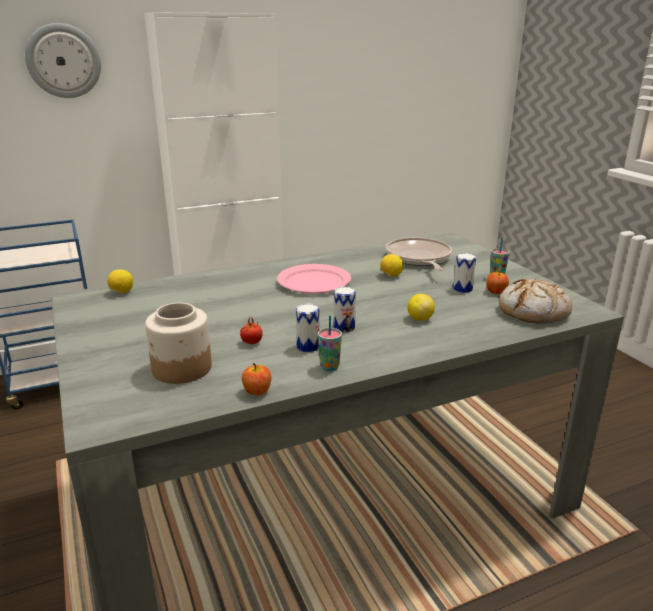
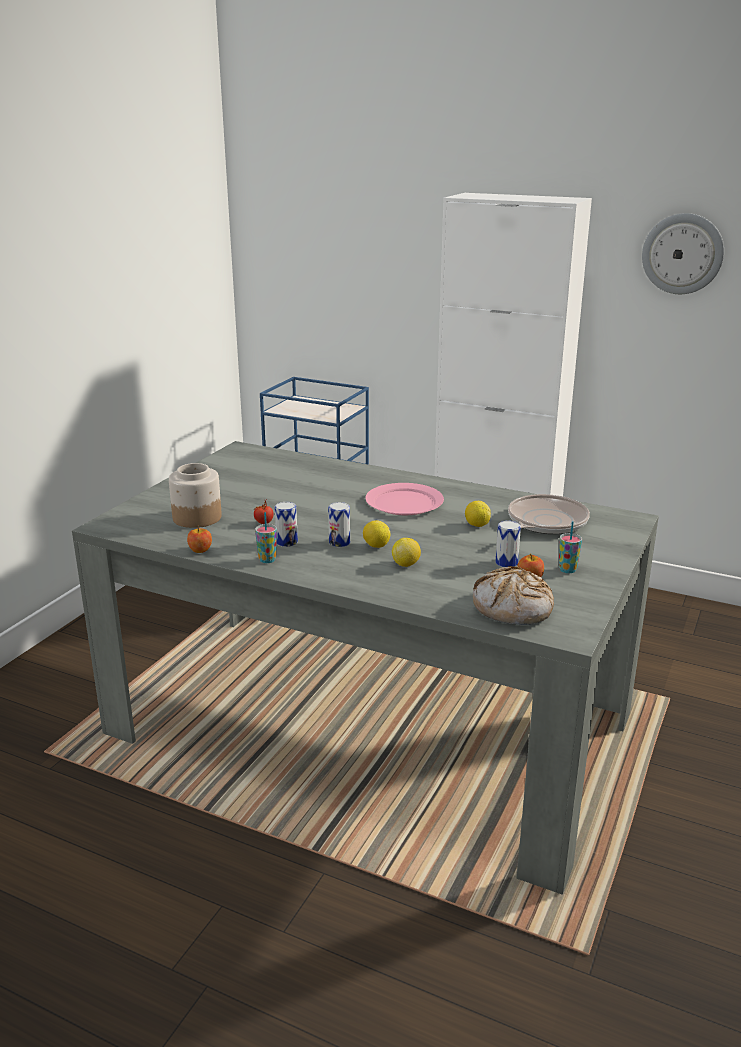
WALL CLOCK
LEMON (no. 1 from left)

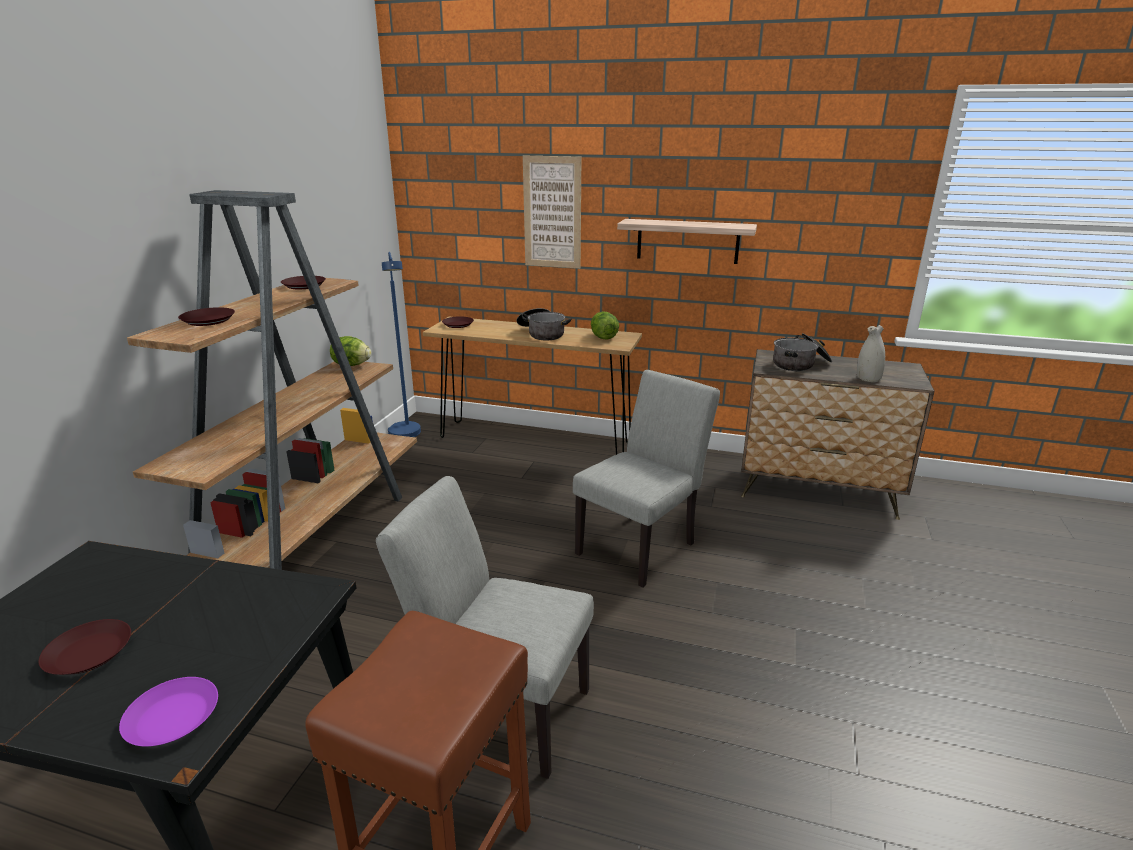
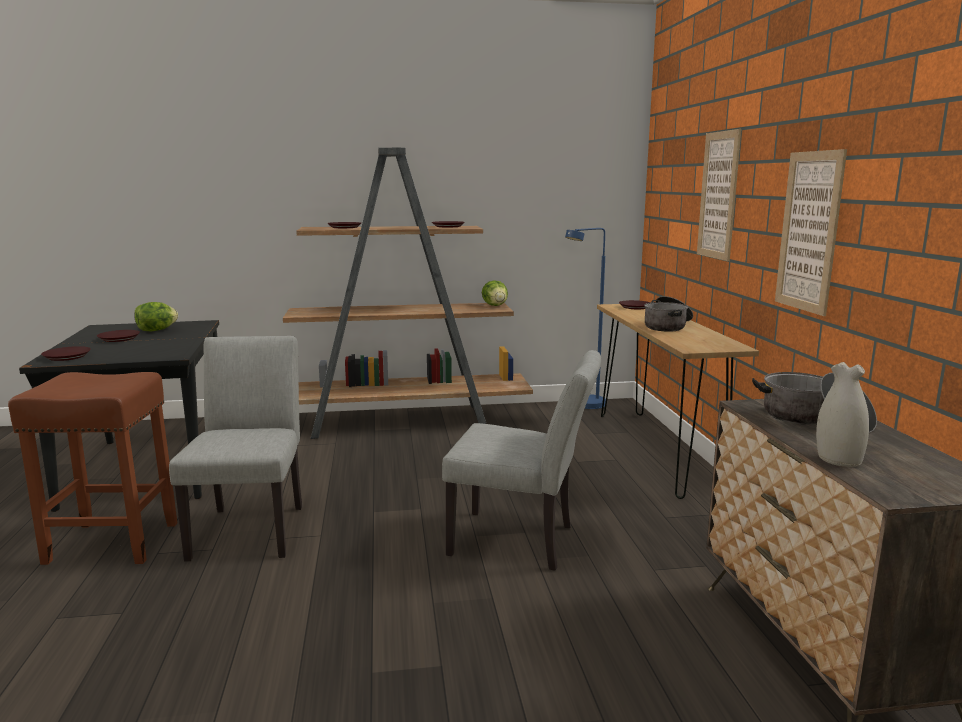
PICTURE (no. 2 from left)
LETTUCE (no. 1 from left)
BROWN PLATE (no. 1 from left)

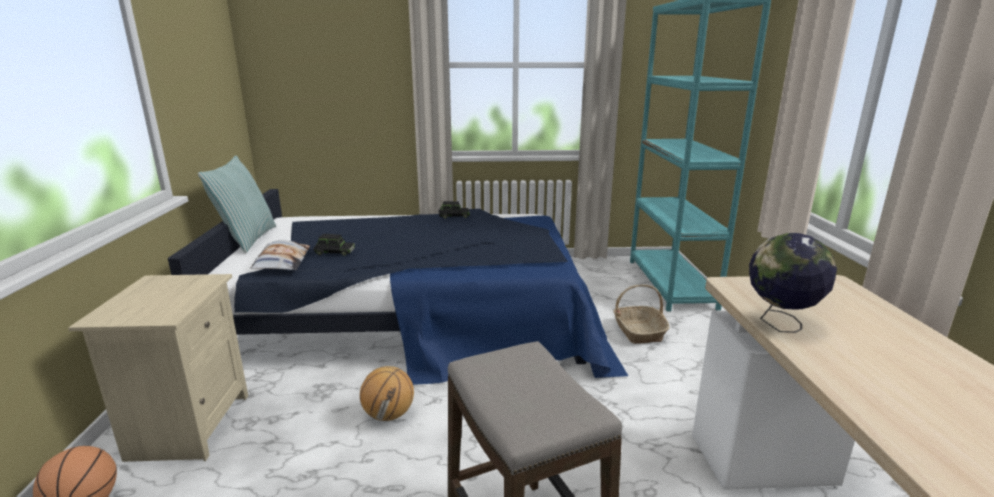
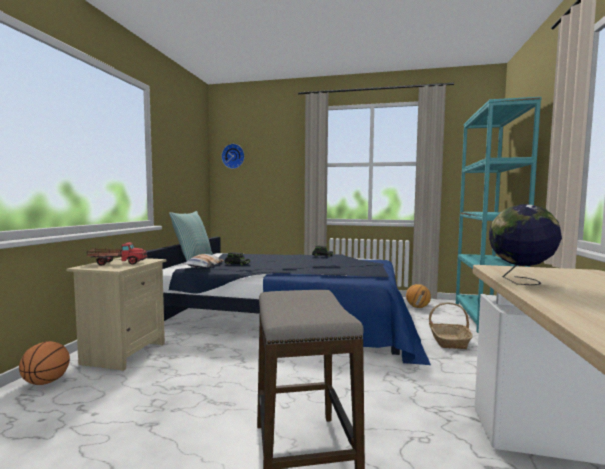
BASKETBALL (no. 2 from left)
WALL CLOCK
TOY TRUCK

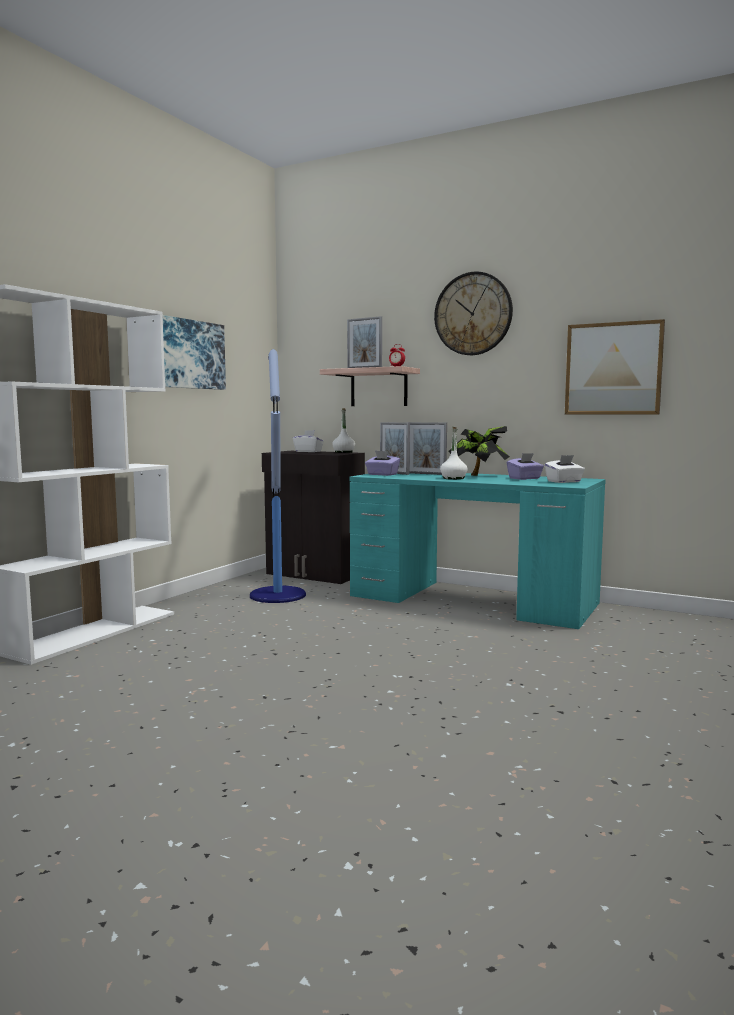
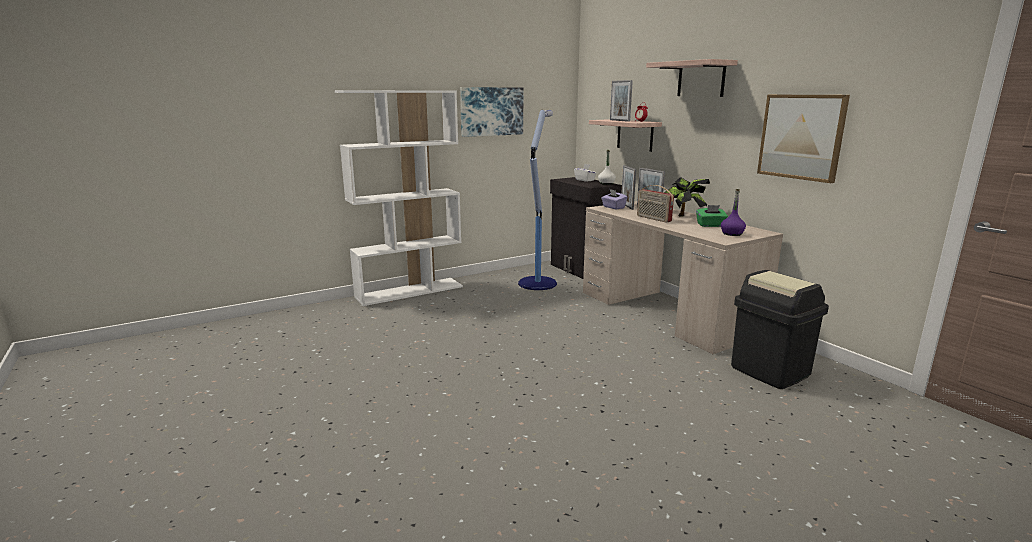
SHELF (no. 2 from left)
RADIO
GREEN TISSUE BOX
PURPLE BOTTLE
BEIGE DESK
BLACK TRASH CAN

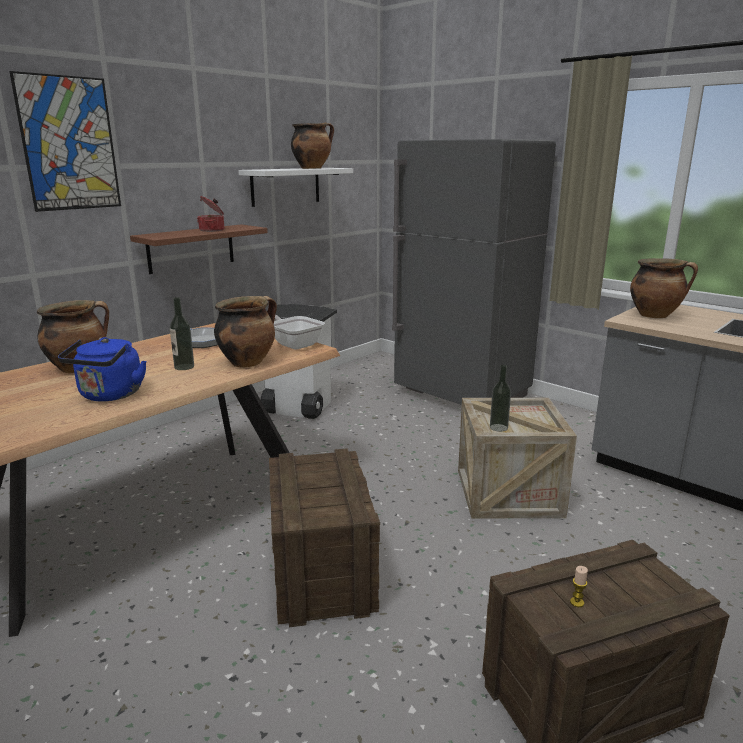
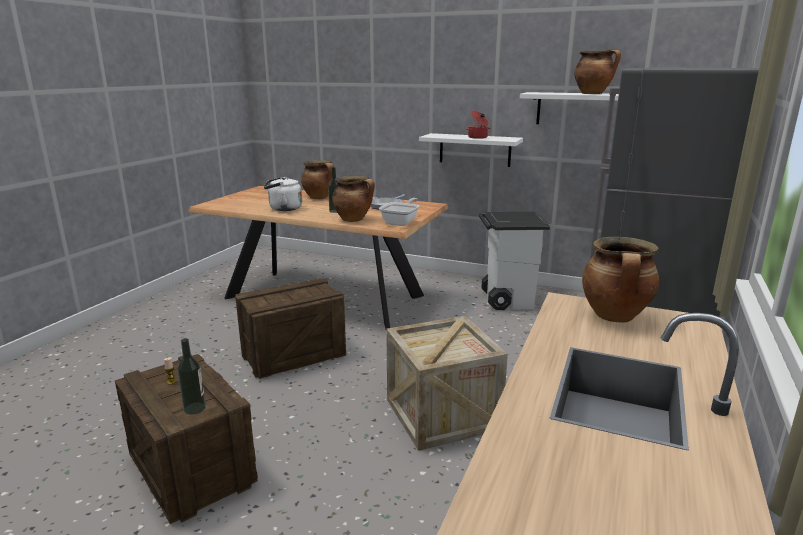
PICTURE
WHITE SHELF (no. 1 from left)
WHITE KETTLE
BOTTLE (no. 1 from left)

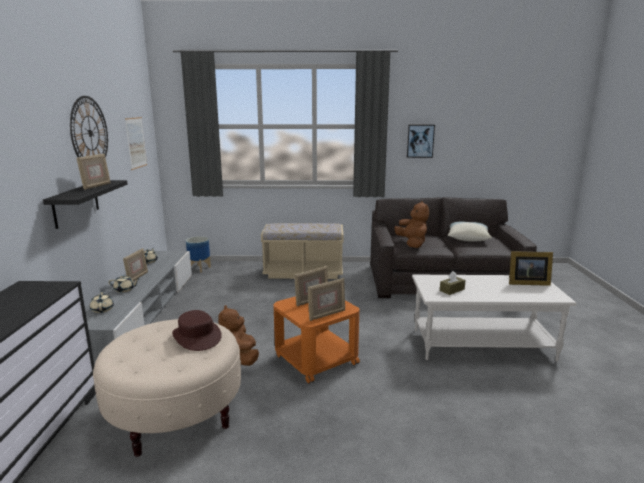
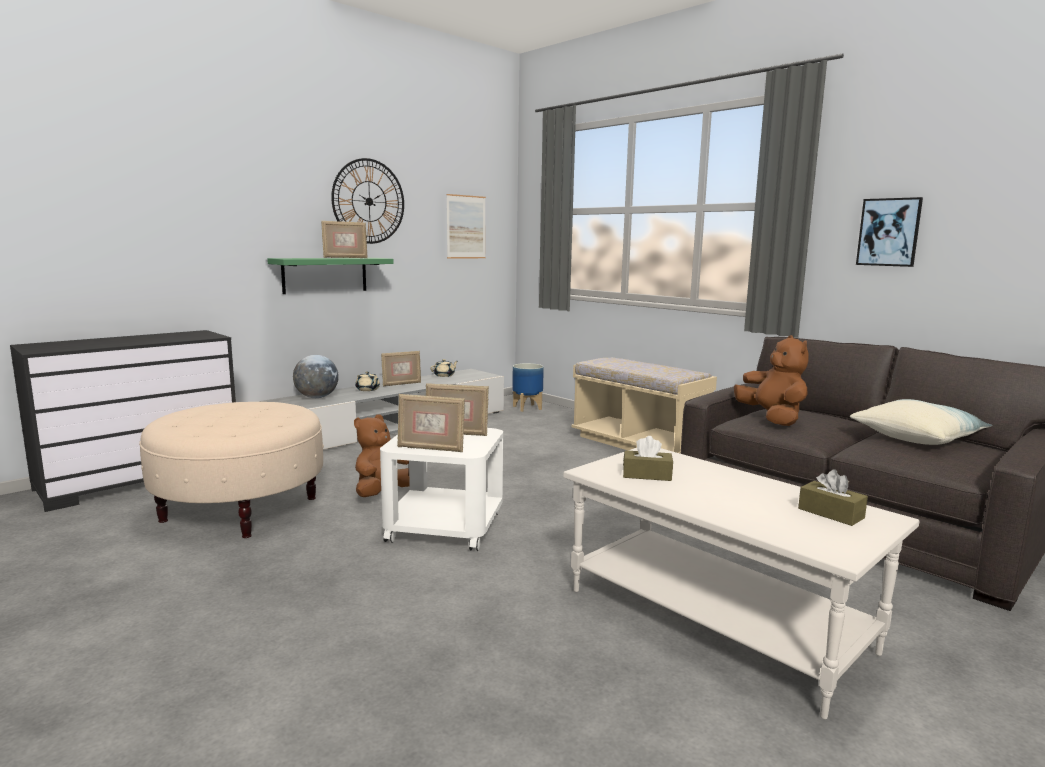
GREEN SHELF
BROWN PLUSH TOY (no. 2 from left)
BROWN TISSUE BOX (no. 2 from left)
GLOBE
WHITE SIDE TABLE
BROWN HAT

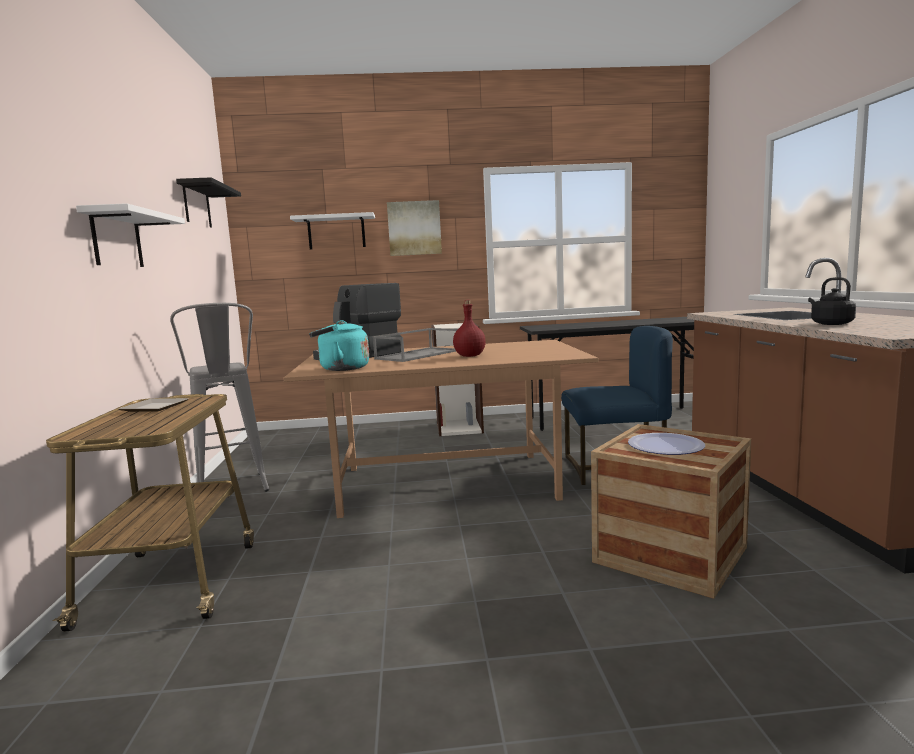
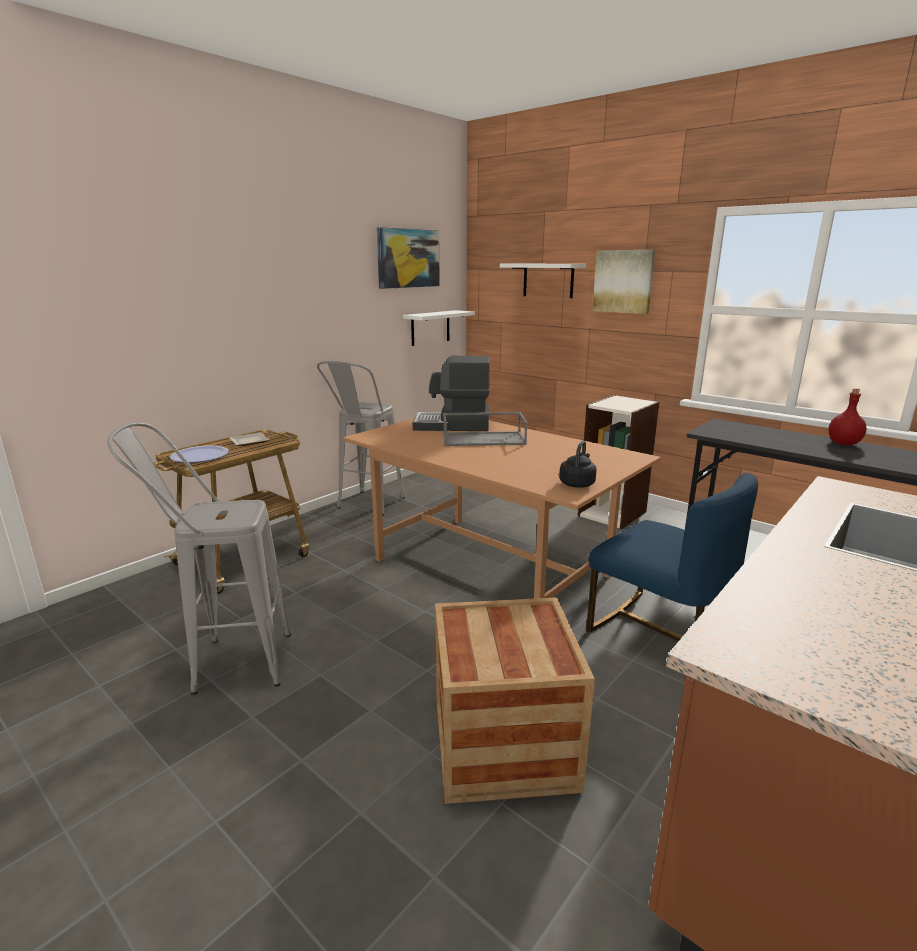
PICTURE (no. 1 from left)
WHITE SHELF (no. 1 from left)
BLACK KETTLE
RED BOTTLE
TURQUOISE KETTLE
PLATE (no. 1 from left)
GREY STOOL (no. 1 from left)

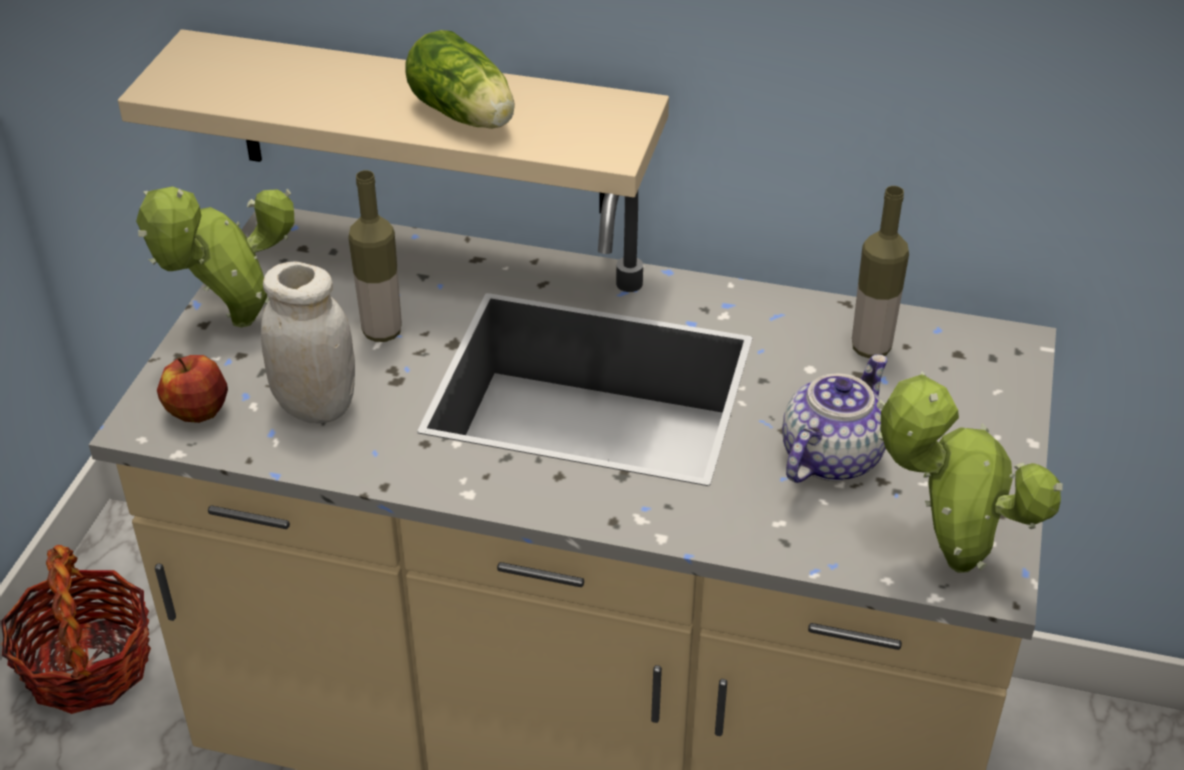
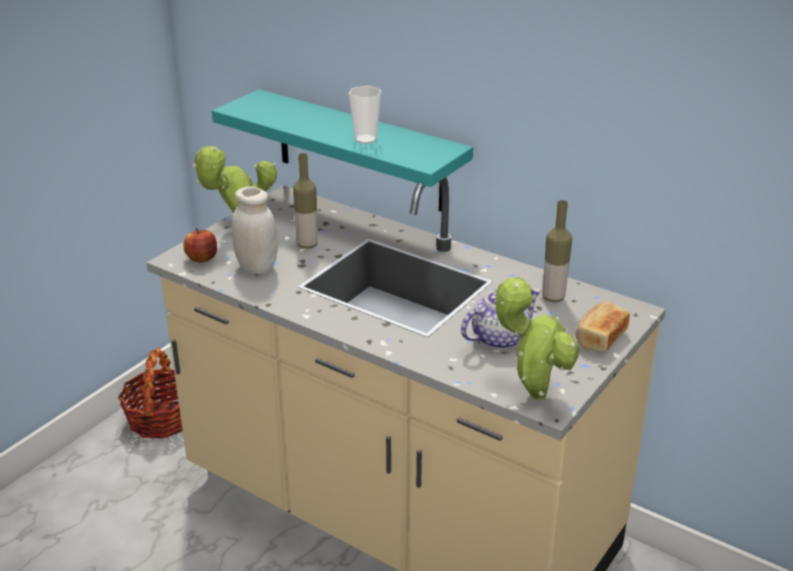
TURQUOISE SHELF
CUP
BREAD

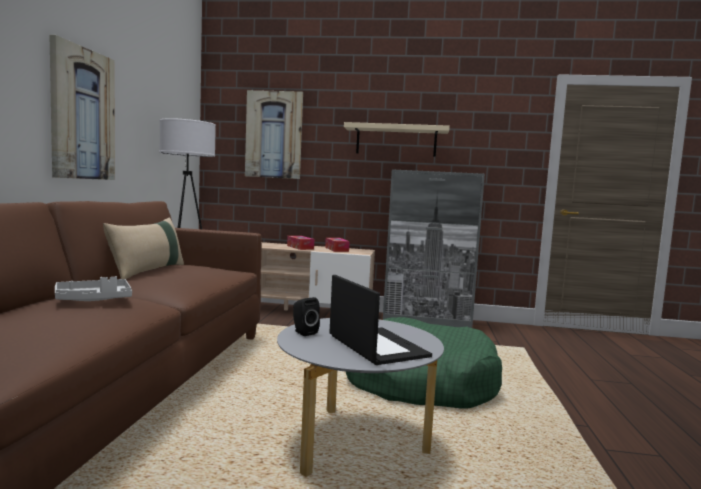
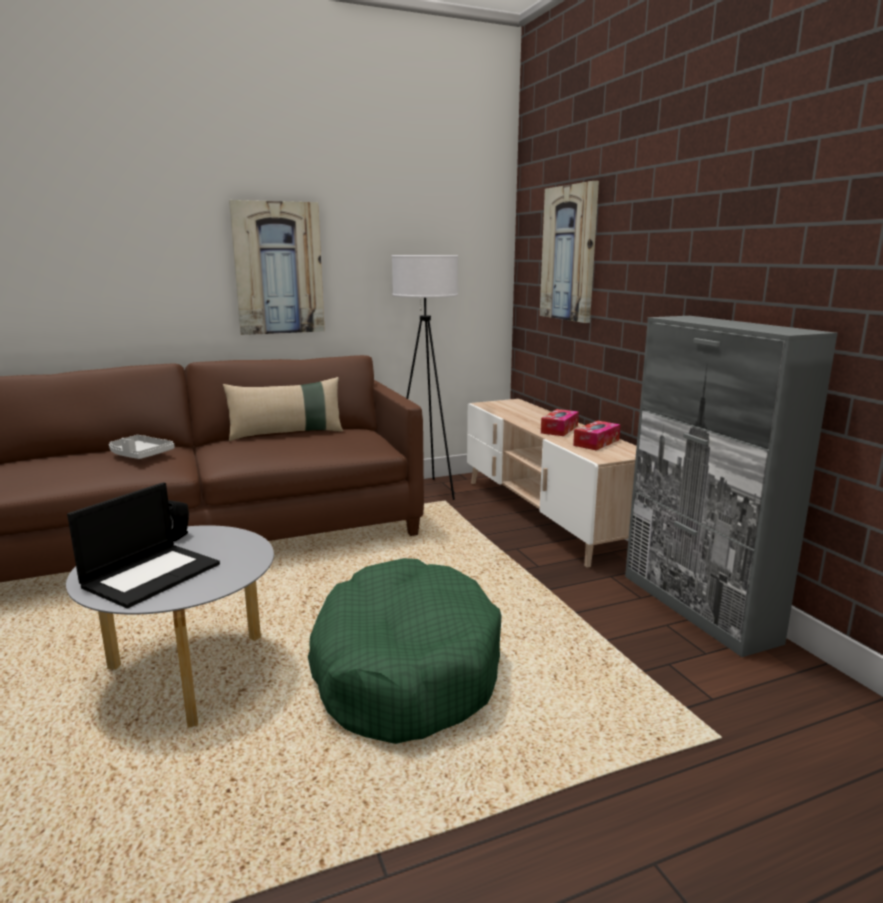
BEIGE SHELF

